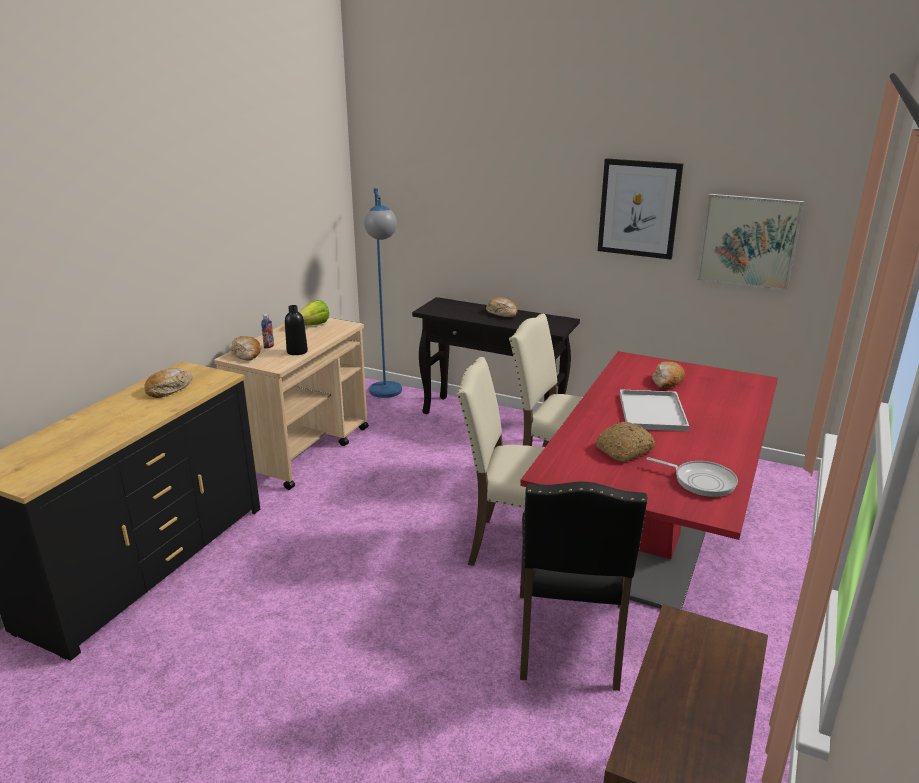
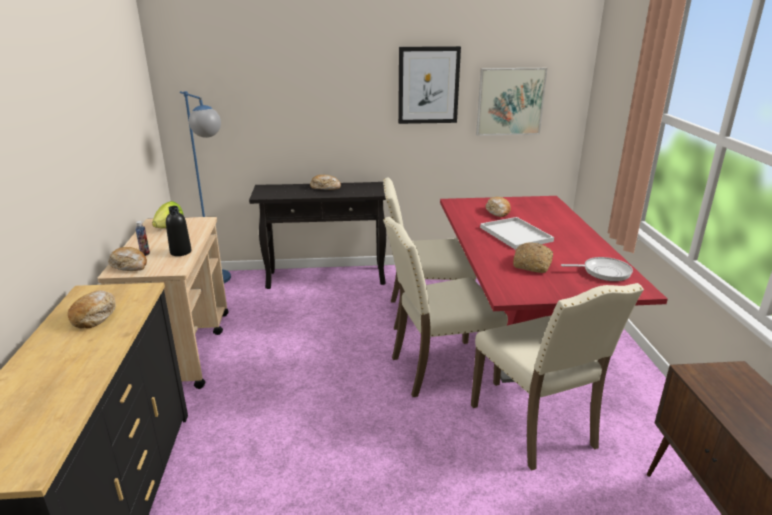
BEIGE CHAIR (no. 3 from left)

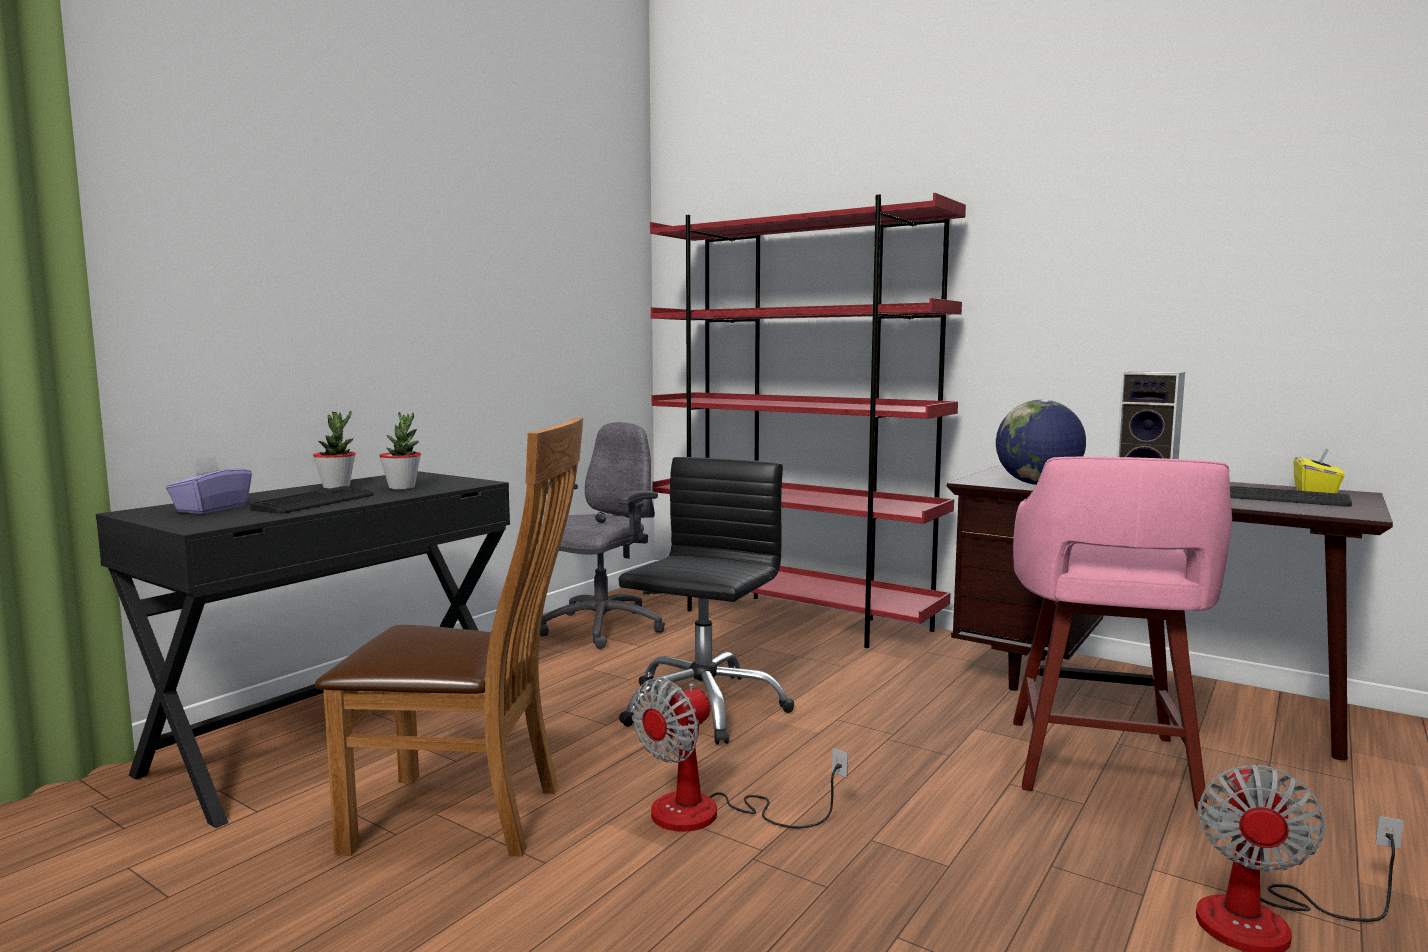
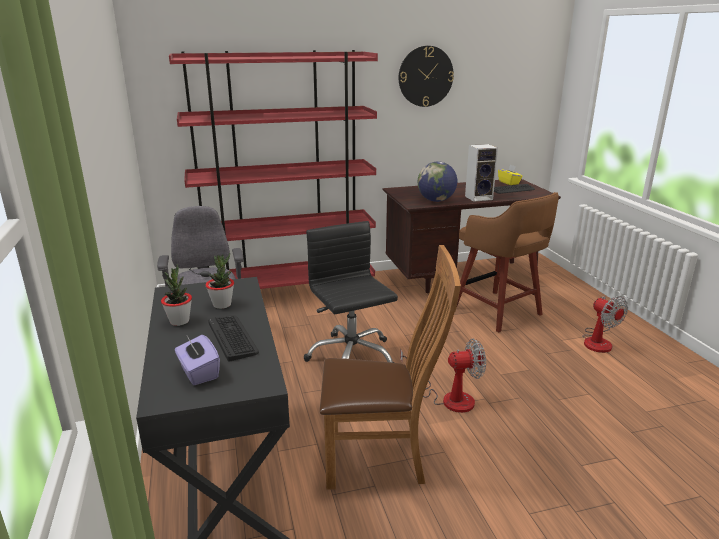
BROWN CHAIR
BROWN STOOL
FAN (no. 1 from left)
WALL CLOCK

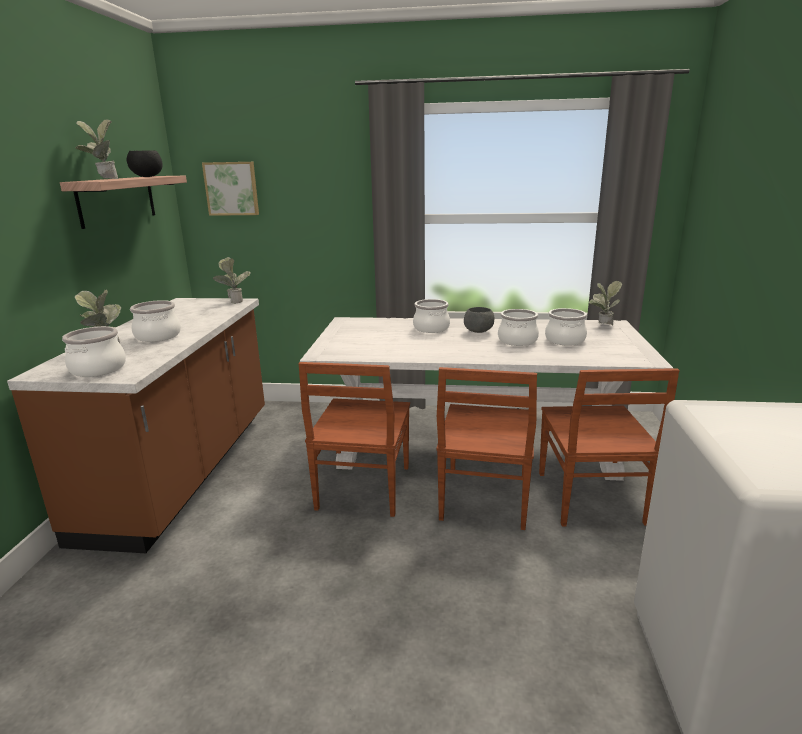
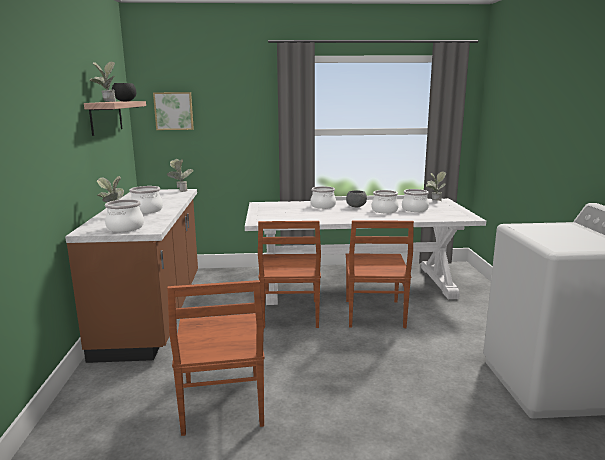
BROWN CHAIR (no. 1 from left)

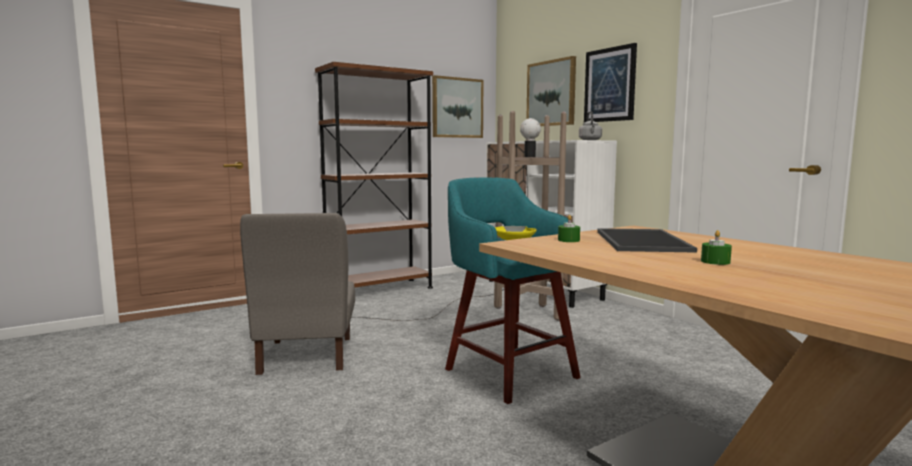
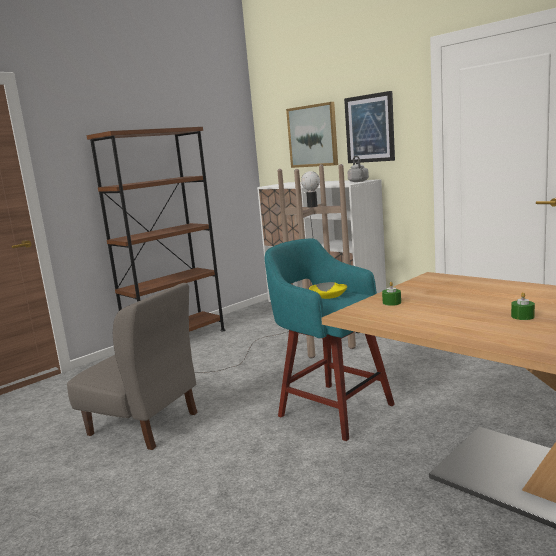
PICTURE (no. 1 from left in the first image)
GREY CHAIR
TRAY

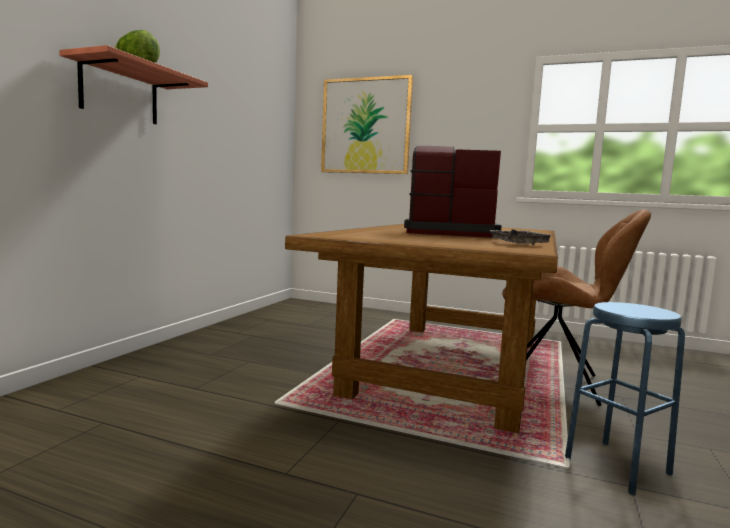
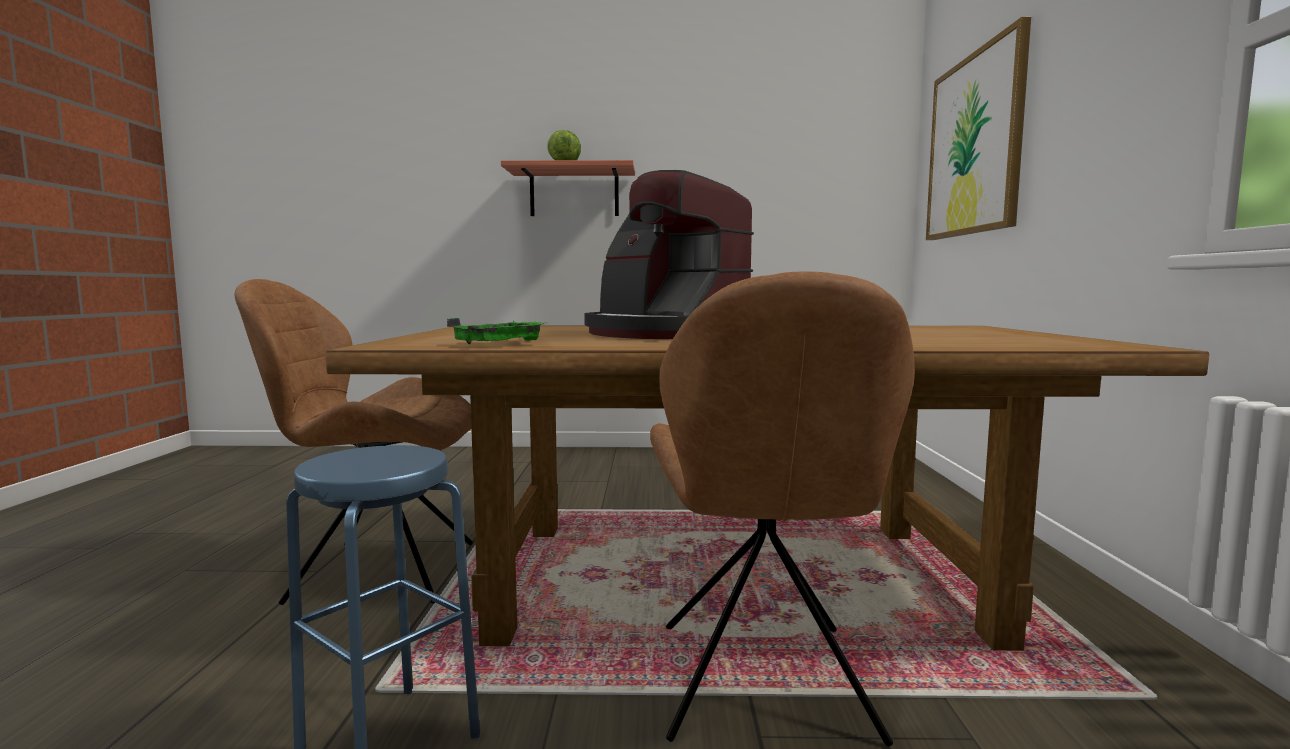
COFFEE MACHINE
GREEN TRAY
BROWN CHAIR (no. 1 from left)

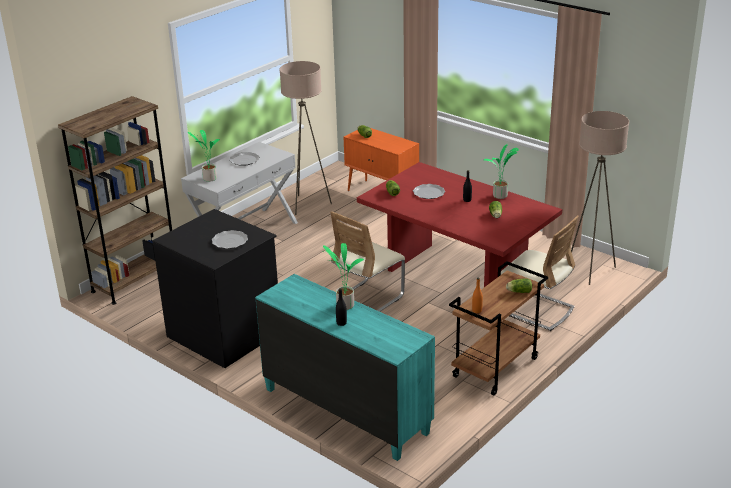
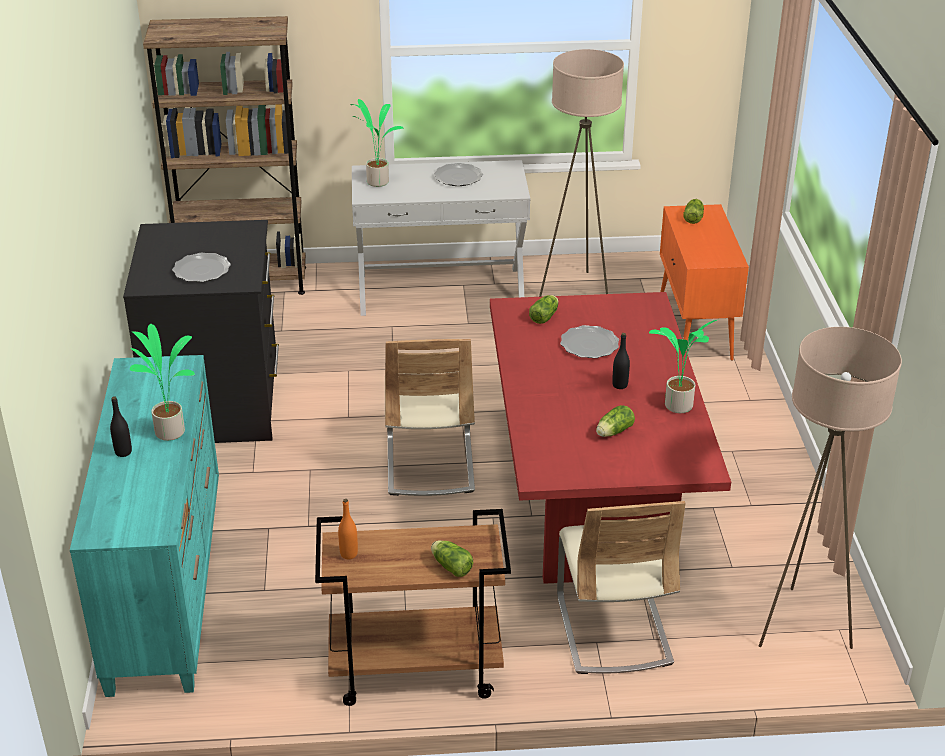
BEIGE CHAIR (no. 1 from left)

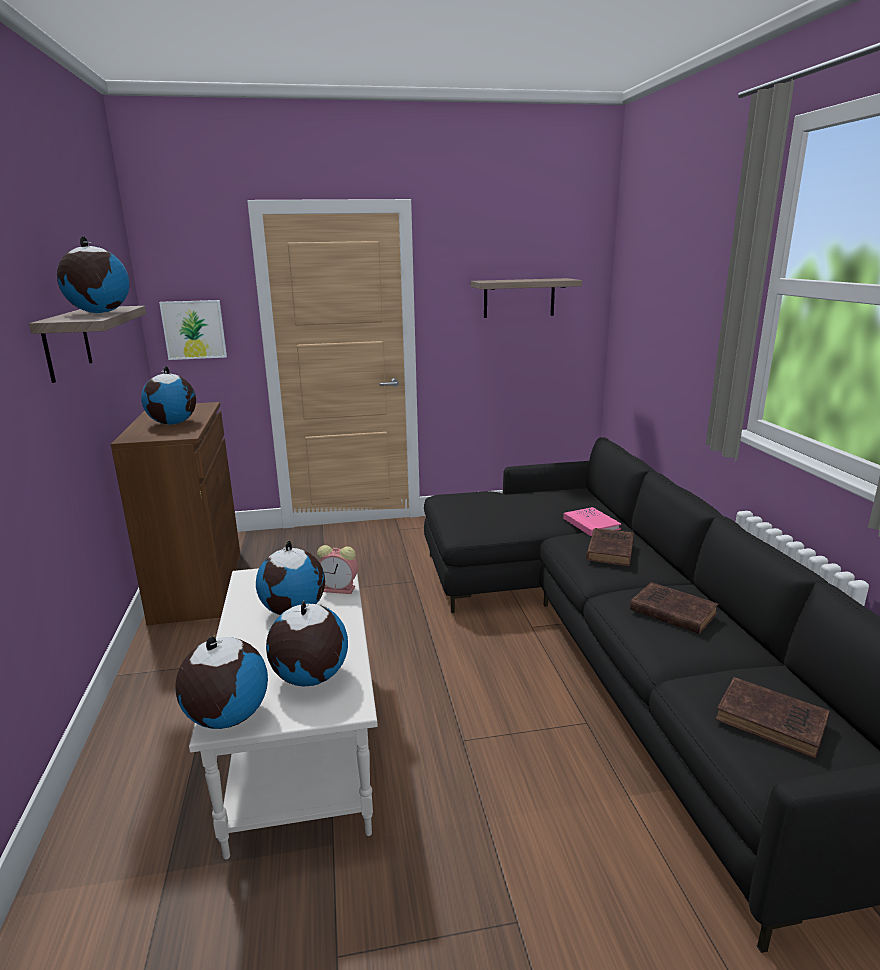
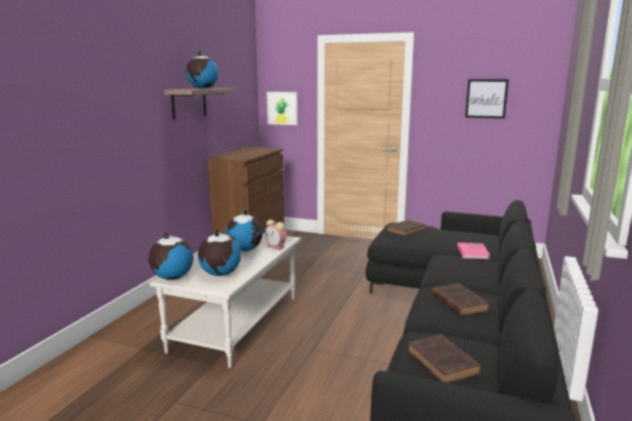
PICTURE (no. 2 from left)
GLOBE (no. 2 from left in the first image)
BROWN BOOK (no. 1 from left)

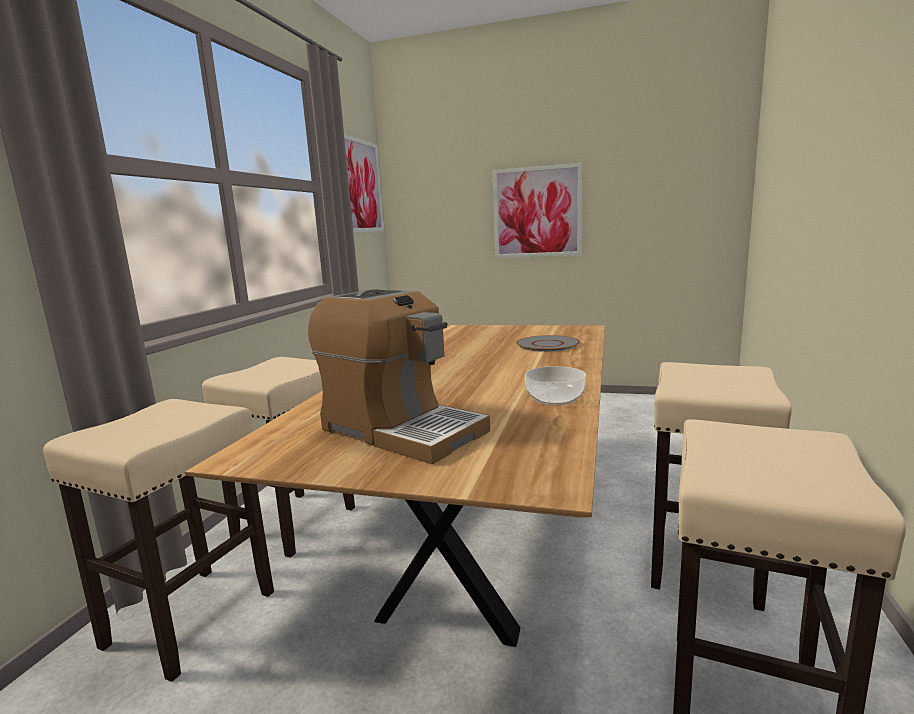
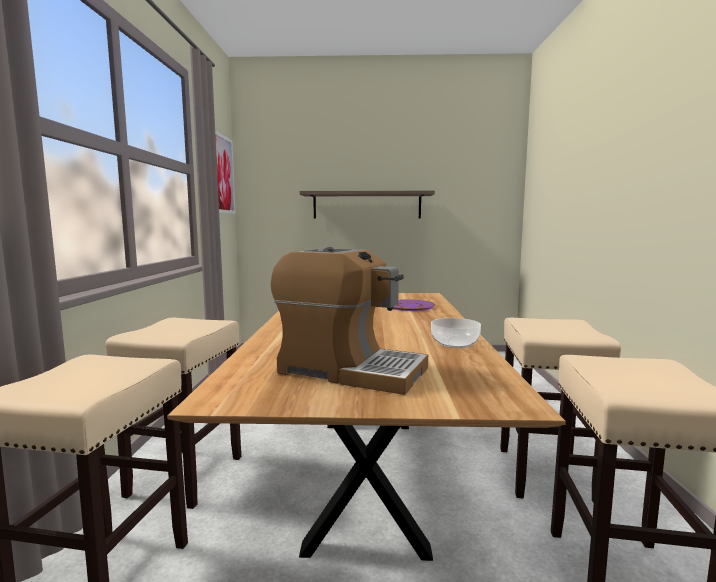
SHELF
PURPLE PLATE

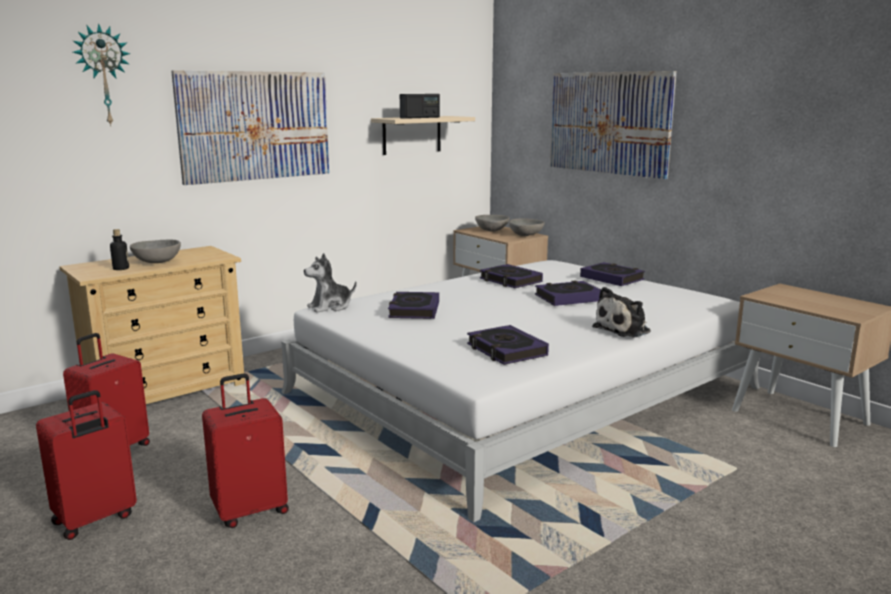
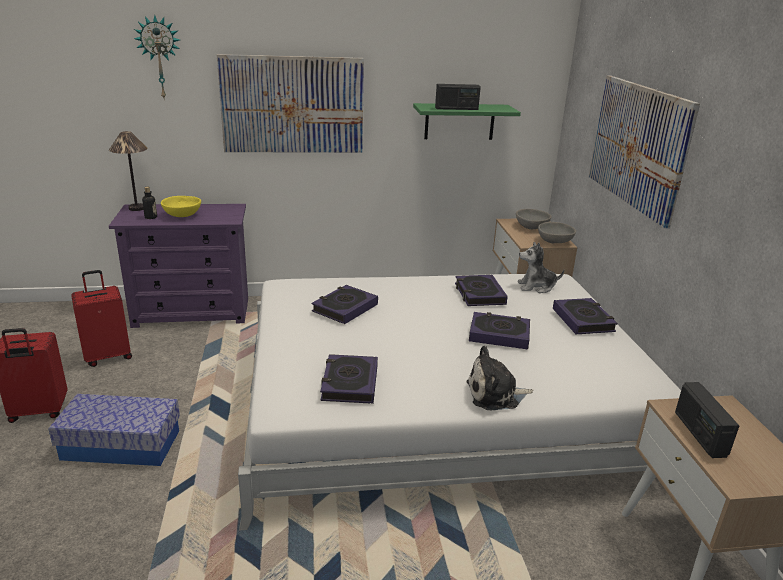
GREEN SHELF
YELLOW BOWL
PURPLE DRESSER
PLUSH TOY (no. 2 from left)
STORAGE BOX
TABLE LAMP
RADIO (no. 2 from left)

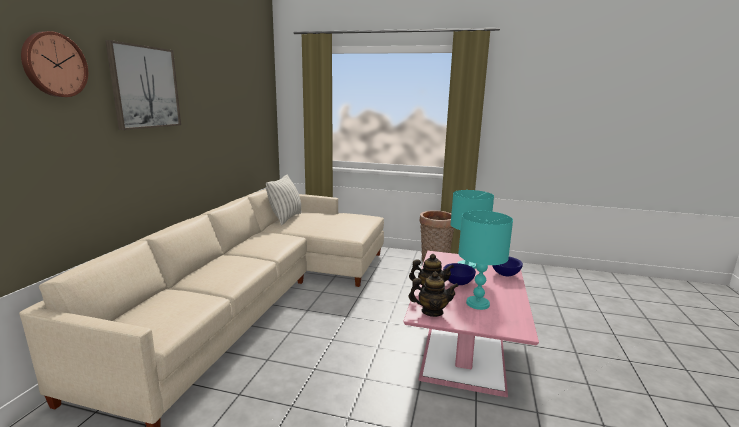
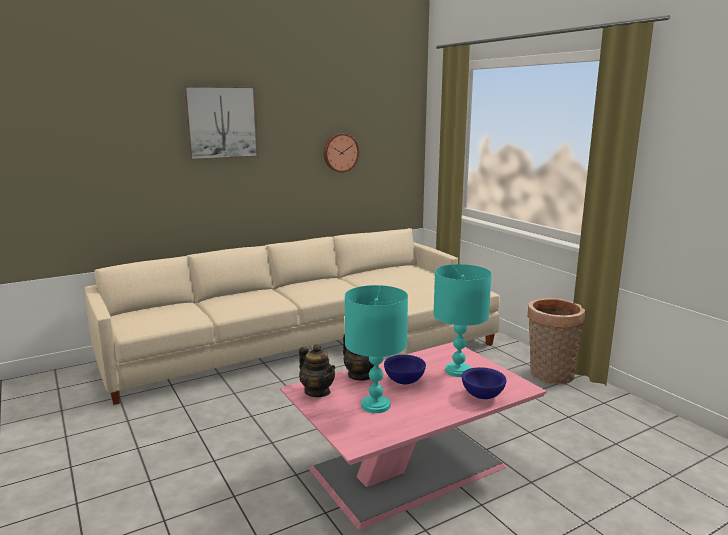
WALL CLOCK
PILLOW

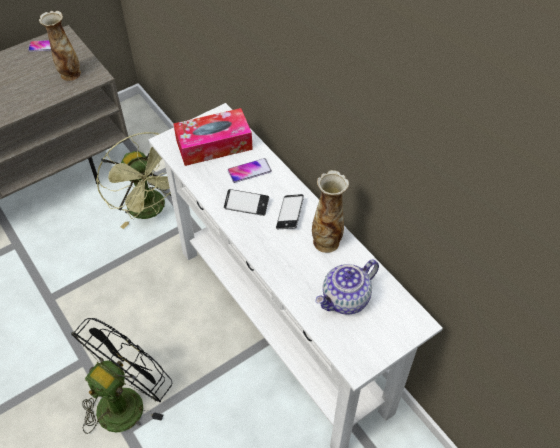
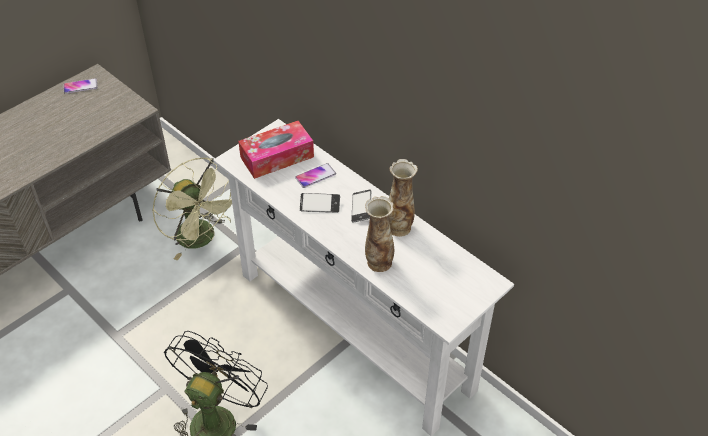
VASE (no. 1 from left)
TEAPOT

